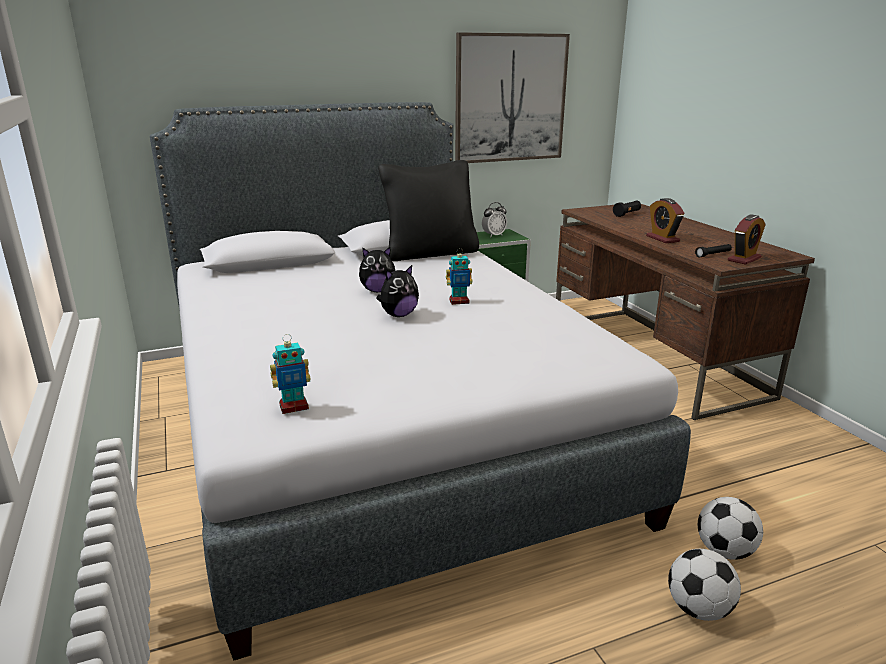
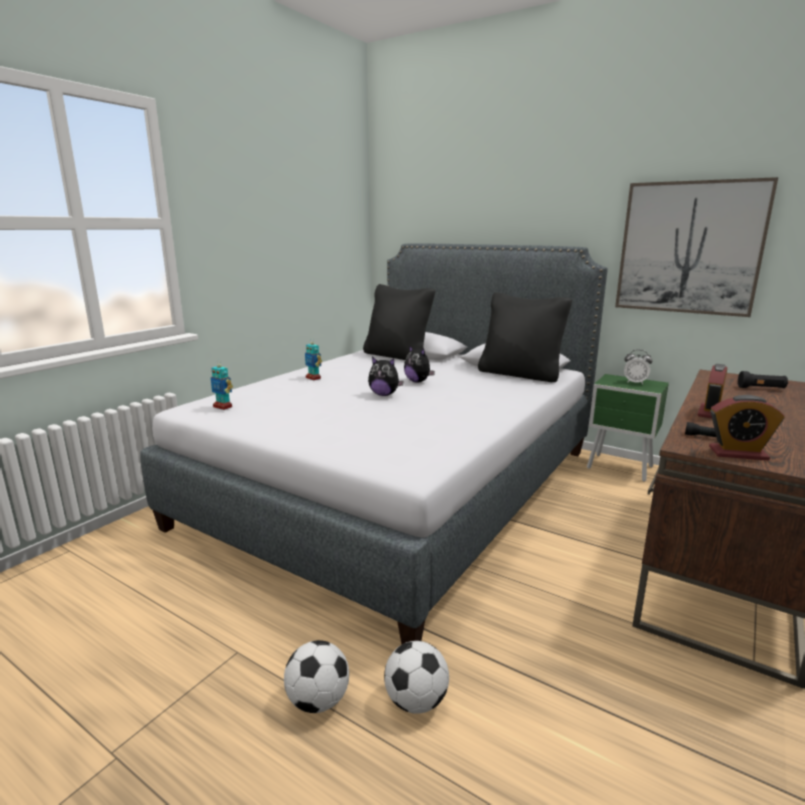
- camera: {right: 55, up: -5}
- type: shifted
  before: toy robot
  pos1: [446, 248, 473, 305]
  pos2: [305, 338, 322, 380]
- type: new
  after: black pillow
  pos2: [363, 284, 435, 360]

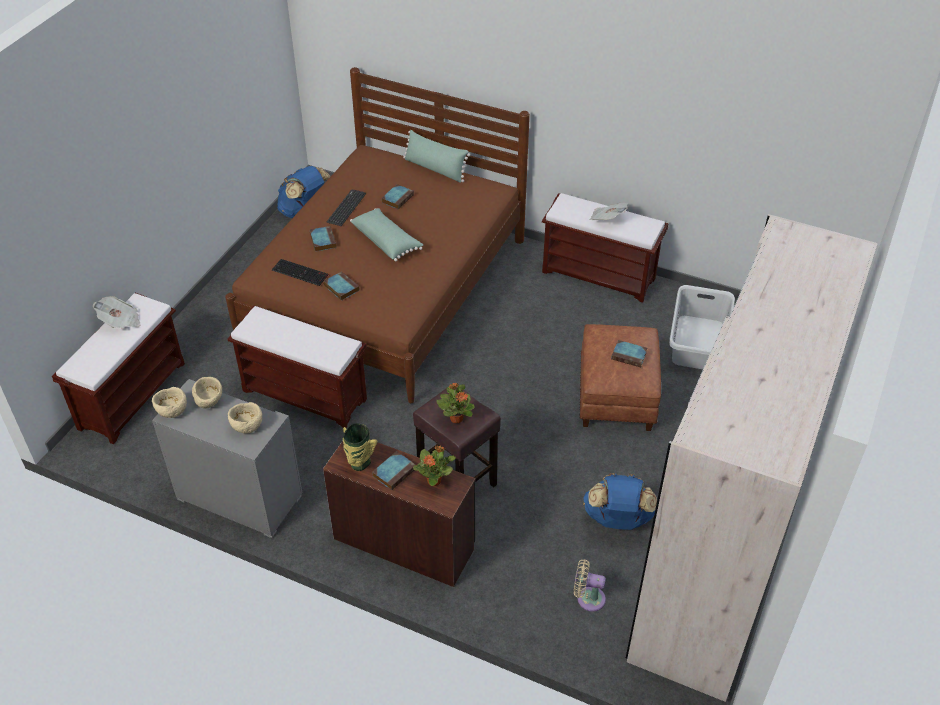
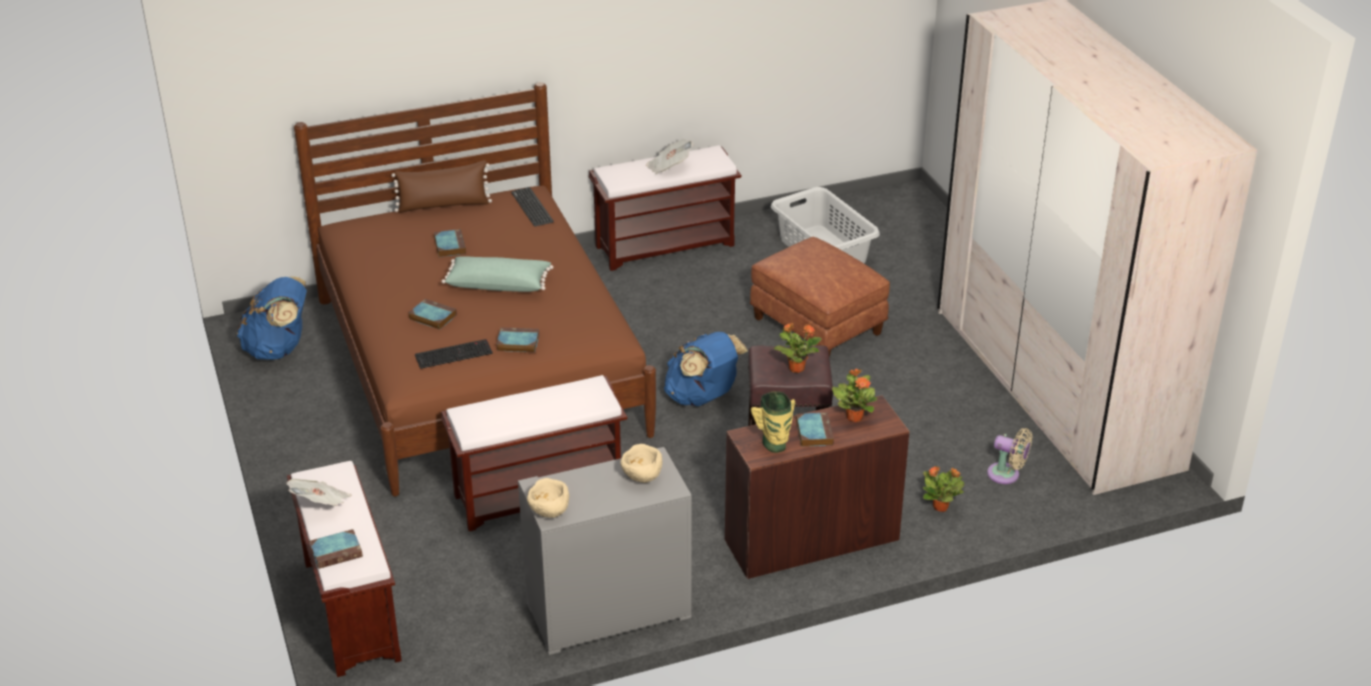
- camera: {right: -45, up: -10}
- type: shifted
  before: book
  pos1: [611, 340, 647, 367]
  pos2: [309, 529, 363, 569]
- type: repainted
  before: green pillow
  after: brown pillow
  pos1: [403, 130, 470, 183]
  pos2: [391, 160, 492, 213]
- type: shifted
  before: keyboard
  pos1: [327, 189, 366, 226]
  pos2: [511, 187, 554, 227]
- type: shifted
  before: blue backpack
  pos1: [583, 473, 657, 530]
  pos2: [664, 332, 748, 406]
- type: new
  after: potted plant
  pos2: [923, 466, 964, 512]
- type: rotated
  before: beige fan
  pos1: [574, 559, 606, 612]
  pos2: [987, 428, 1032, 484]
  turn: -120
- type: gone
  before: beige bowl
  pos1: [192, 377, 222, 408]

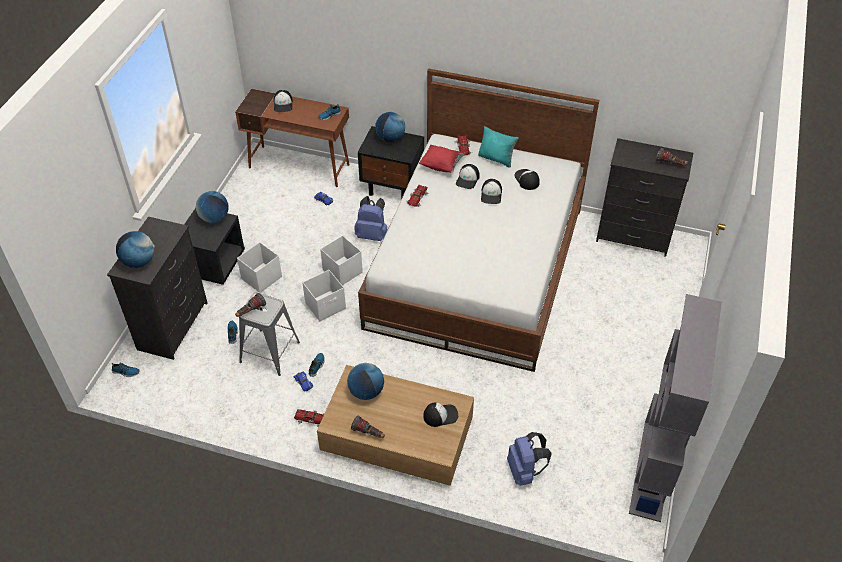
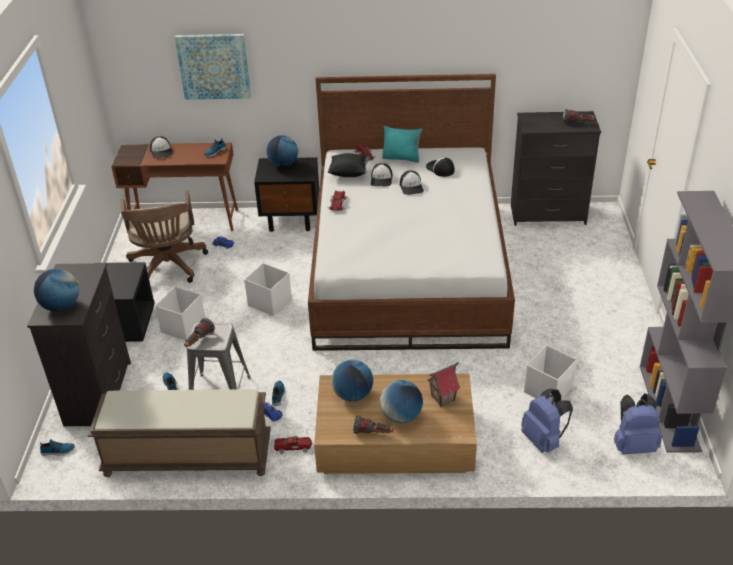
- camera: {right: -15, up: -10}
- type: new
  after: brown bench
  pos2: [88, 389, 271, 477]
- type: new
  after: brown office chair
  pos2: [120, 190, 208, 283]
- type: new
  after: picture
  pos2: [175, 34, 251, 100]
- type: repainted
  before: red pillow
  after: black pillow
  pos1: [419, 145, 465, 173]
  pos2: [328, 153, 371, 177]
- type: shifted
  before: globe
  pos1: [196, 191, 229, 223]
  pos2: [379, 380, 423, 423]
- type: swapped
  before: cap
  after: toy house
  pos1: [423, 402, 458, 427]
  pos2: [427, 362, 461, 407]
- type: shifted
  before: white storage box
  pos1: [302, 270, 346, 321]
  pos2: [524, 345, 577, 404]
- type: shifted
  before: blue backpack
  pos1: [354, 196, 387, 241]
  pos2: [614, 393, 662, 455]

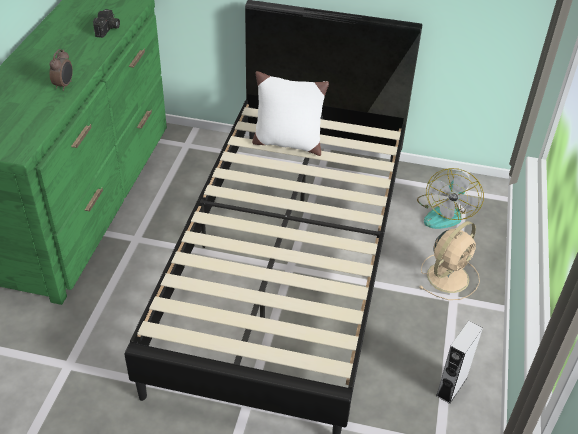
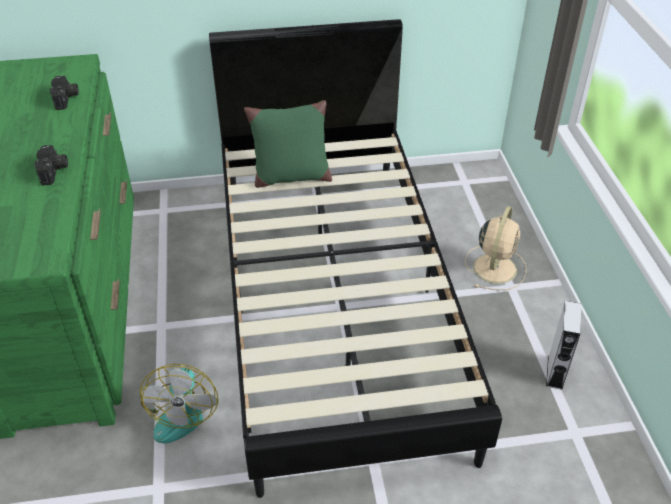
- camera: {right: -20, up: 0}
- type: swapped
  before: alarm clock
  after: photo camera
  pos1: [50, 49, 73, 91]
  pos2: [35, 145, 68, 186]
- type: shifted
  before: fan
  pos1: [417, 168, 484, 229]
  pos2: [140, 364, 218, 444]
- type: repainted
  before: white pillow
  after: green pillow
  pos1: [252, 71, 329, 156]
  pos2: [244, 100, 332, 188]

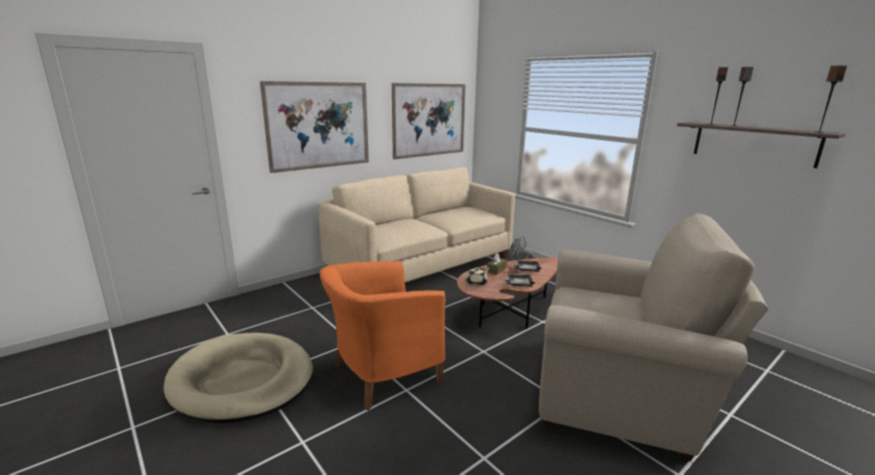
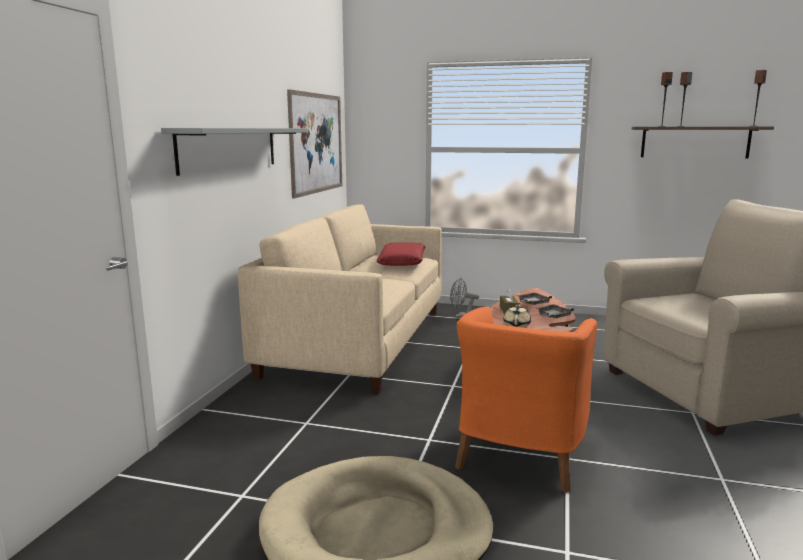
- camera: {right: -35, up: -5}
- type: swapped
  before: picture
  after: grey shelf
  pos1: [260, 81, 369, 173]
  pos2: [161, 128, 308, 176]
- type: new
  after: red pillow
  pos2: [377, 242, 426, 266]

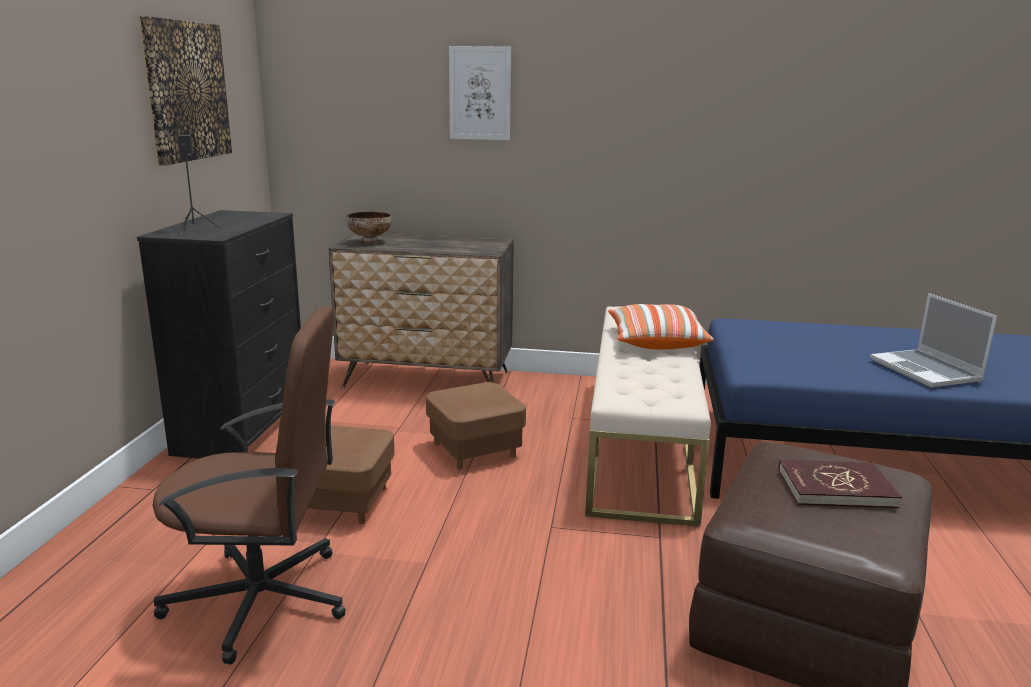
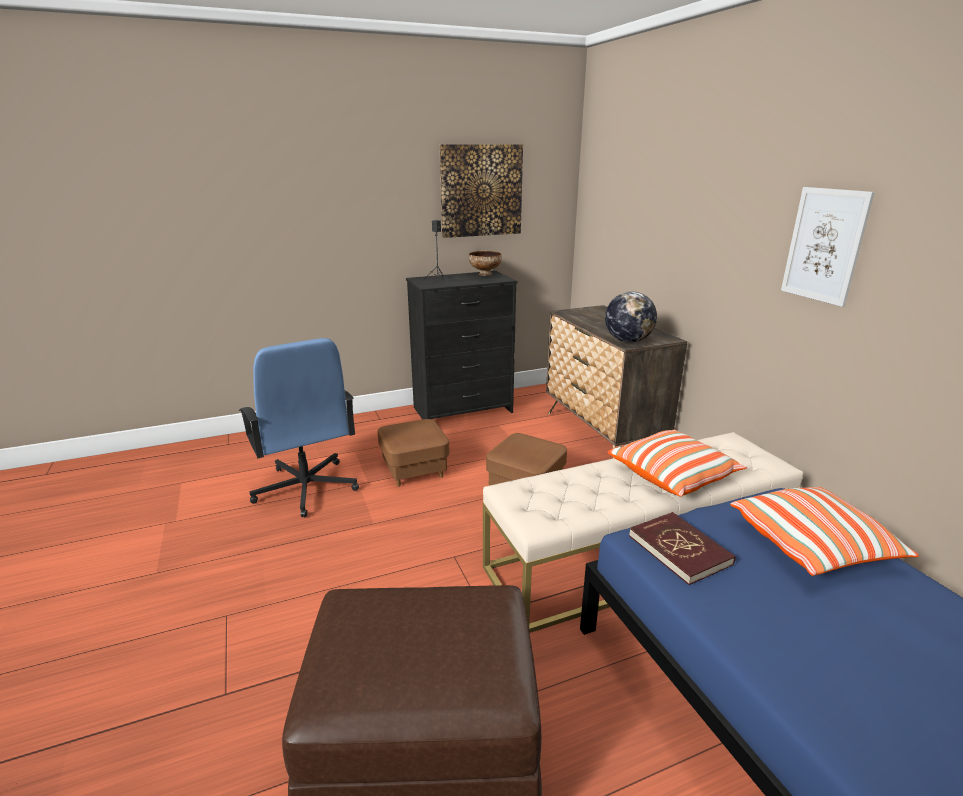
- camera: {right: 60, up: 5}
- type: repainted
  before: brown office chair
  after: blue office chair
  pos1: [152, 307, 346, 665]
  pos2: [239, 338, 359, 517]
- type: shifted
  before: bowl
  pos1: [346, 211, 392, 244]
  pos2: [469, 251, 502, 276]
- type: new
  after: globe
  pos2: [605, 291, 657, 343]
- type: shifted
  before: red book
  pos1: [778, 460, 902, 508]
  pos2: [629, 512, 735, 585]
- type: new
  after: pillow
  pos2: [730, 487, 919, 576]
- type: shifted
  before: picture
  pos1: [449, 46, 511, 140]
  pos2: [781, 187, 875, 307]
- type: gone
  before: laptop
  pos1: [870, 293, 997, 387]

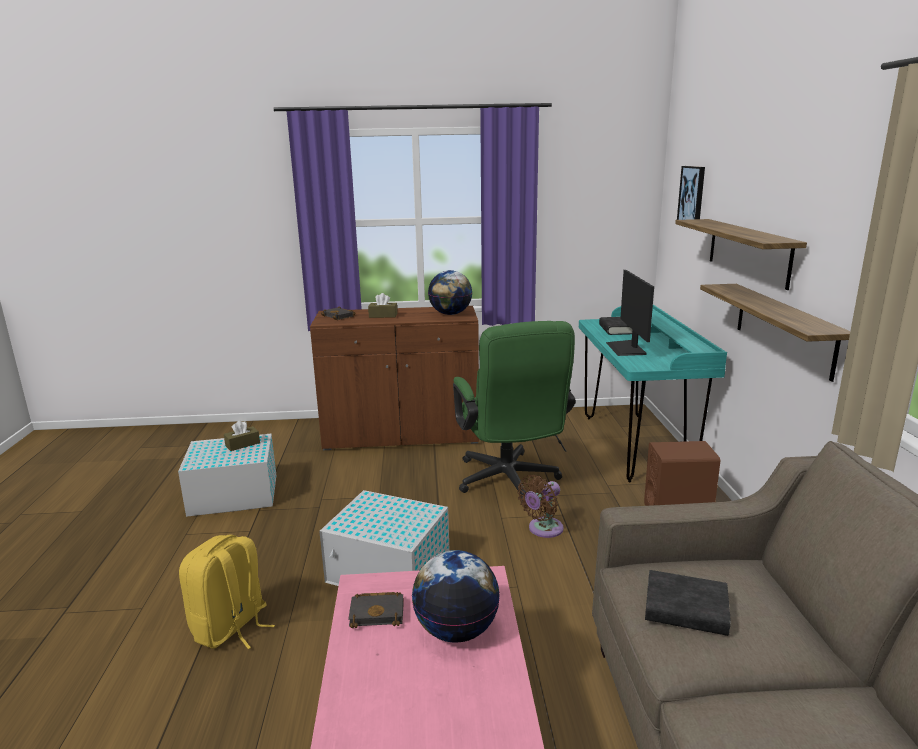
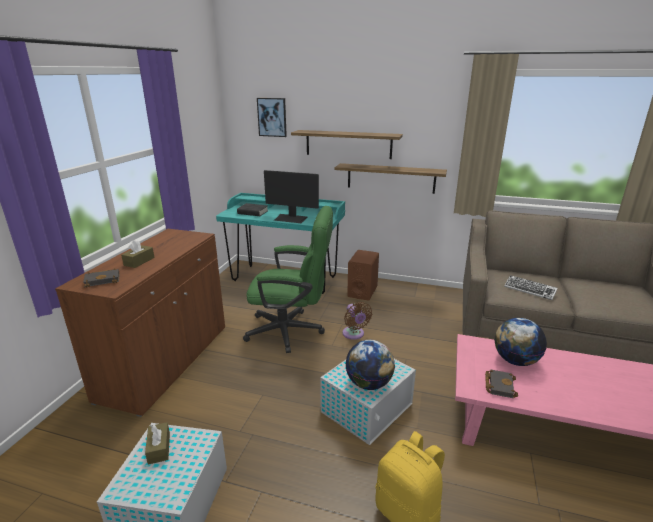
- camera: {right: -70, up: 5}
- type: shifted
  before: globe
  pos1: [428, 270, 473, 315]
  pos2: [345, 340, 395, 390]
- type: swapped
  before: black book
  after: keyboard
  pos1: [645, 570, 731, 636]
  pos2: [504, 275, 558, 300]

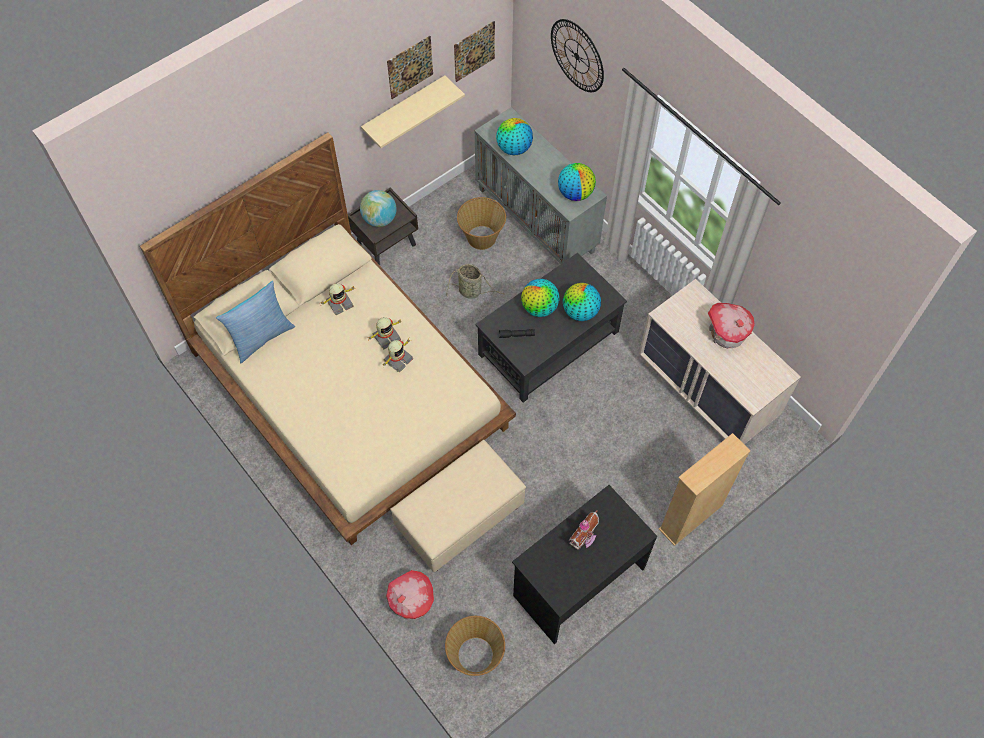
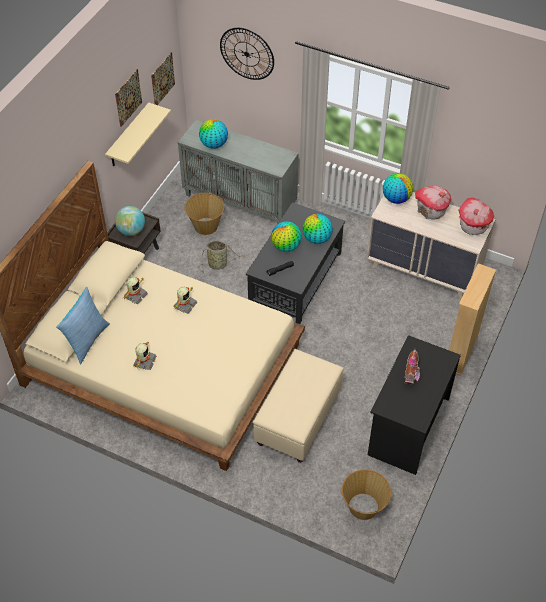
- camera: {right: -25, up: -10}
- type: shifted
  before: toy robot
  pos1: [383, 339, 413, 372]
  pos2: [133, 340, 157, 370]
- type: shifted
  before: globe
  pos1: [558, 163, 596, 201]
  pos2: [383, 173, 413, 204]
- type: shifted
  before: toy house
  pos1: [386, 570, 434, 620]
  pos2: [458, 198, 494, 235]

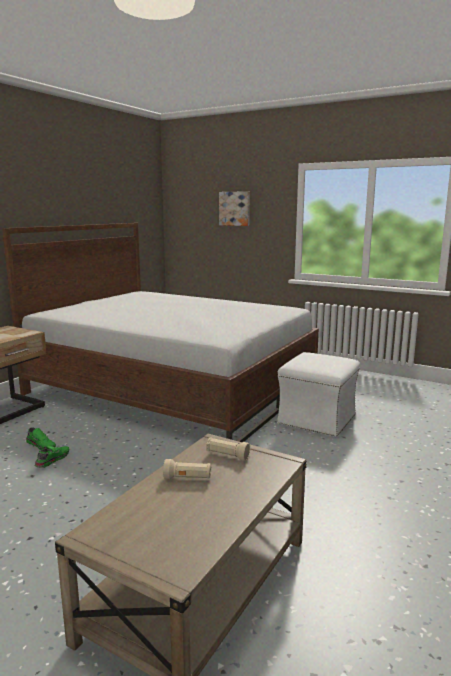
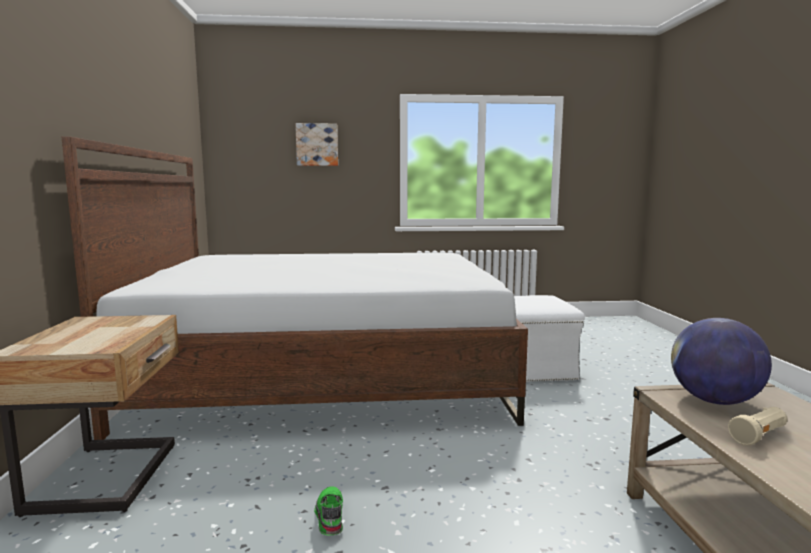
- camera: {right: -35, up: -5}
- type: swapped
  before: beige flashlight
  after: globe
  pos1: [206, 437, 250, 461]
  pos2: [671, 318, 772, 405]
- type: gone
  before: green shoe
  pos1: [26, 427, 56, 450]

